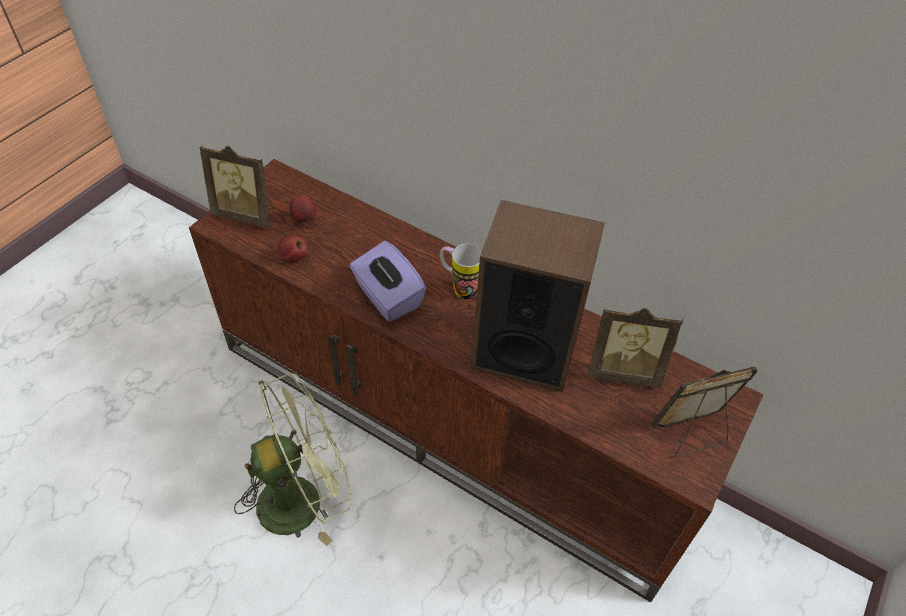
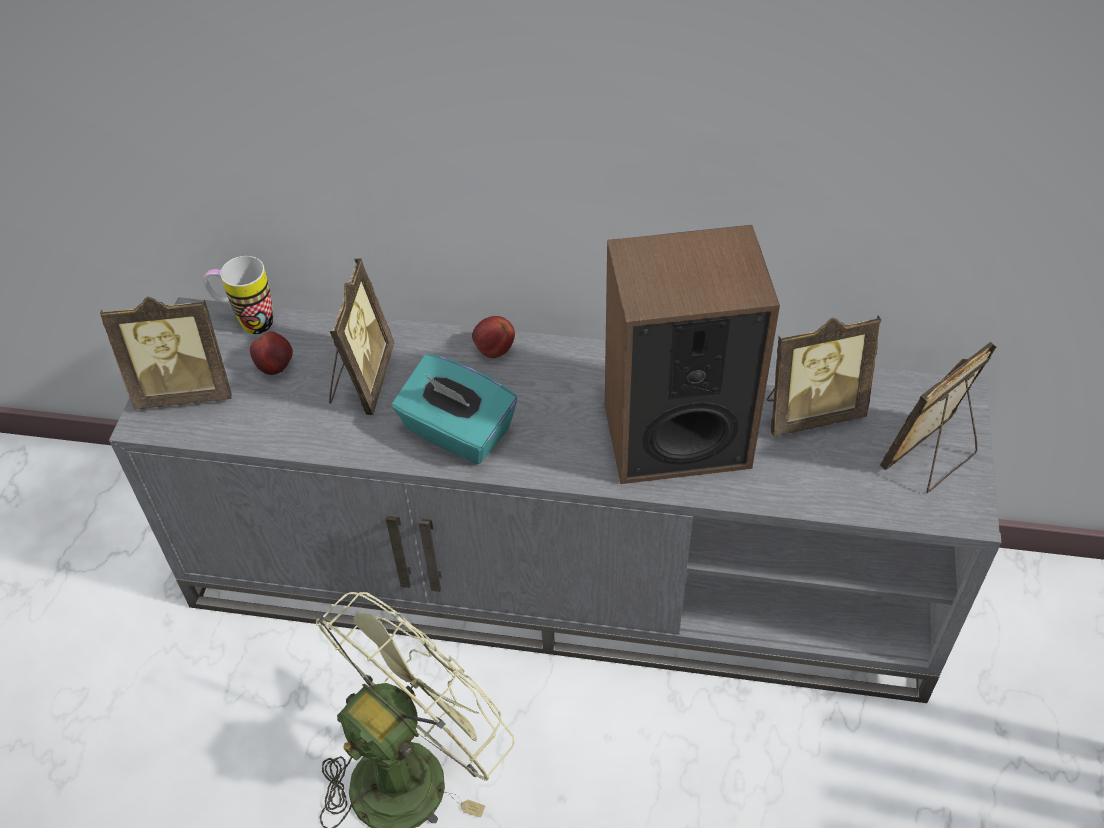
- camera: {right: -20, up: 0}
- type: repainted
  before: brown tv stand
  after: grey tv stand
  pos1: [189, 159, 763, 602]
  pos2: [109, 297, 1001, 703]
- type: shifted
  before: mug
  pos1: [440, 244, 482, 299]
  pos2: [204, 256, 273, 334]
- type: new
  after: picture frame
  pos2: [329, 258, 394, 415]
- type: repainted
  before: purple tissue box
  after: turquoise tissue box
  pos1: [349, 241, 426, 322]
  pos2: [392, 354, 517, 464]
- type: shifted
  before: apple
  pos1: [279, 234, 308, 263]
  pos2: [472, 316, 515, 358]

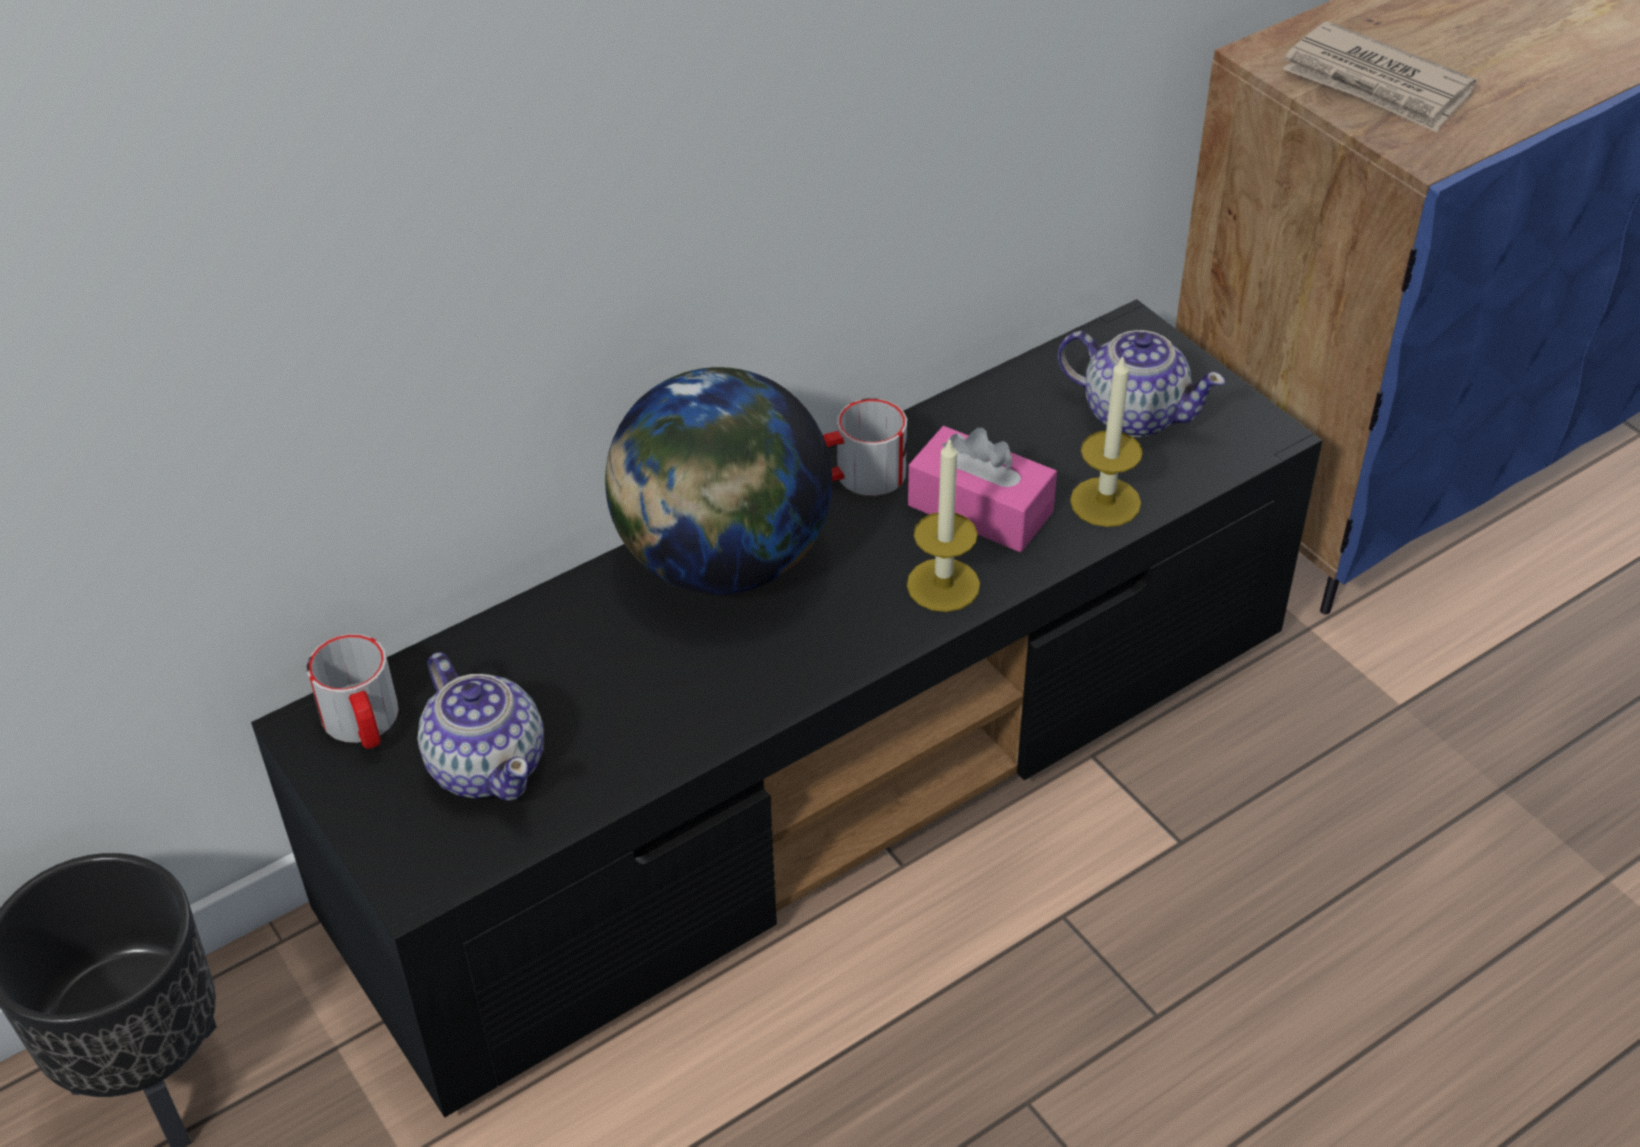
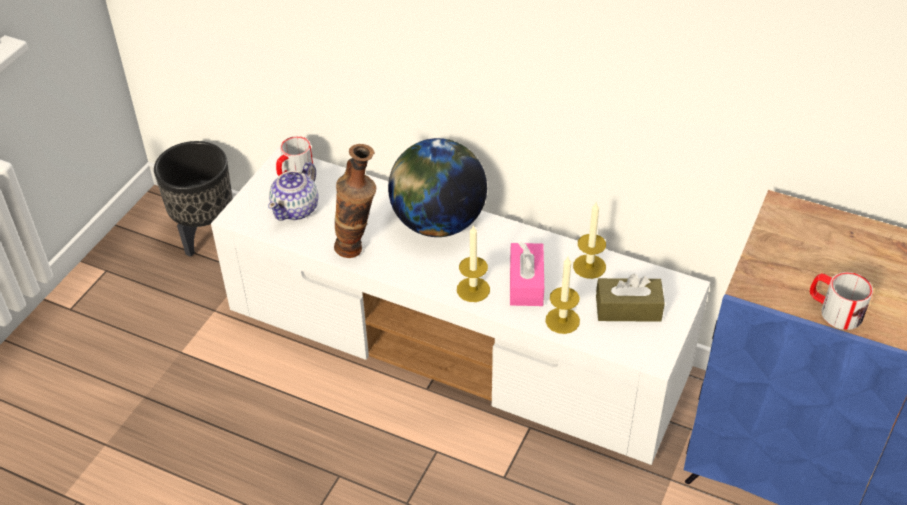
- camera: {right: 60, up: 0}
- type: repainted
  before: black tv stand
  after: white tv stand
  pos1: [251, 299, 1322, 1118]
  pos2: [211, 147, 710, 465]
- type: new
  after: vase
  pos2: [334, 144, 376, 258]
- type: new
  after: candle
  pos2: [573, 203, 606, 279]
- type: swapped
  before: teapot
  after: brown tissue box
  pos1: [1058, 330, 1225, 437]
  pos2: [596, 274, 665, 322]
- type: shifted
  before: mug
  pos1: [823, 398, 907, 496]
  pos2: [810, 272, 873, 330]
- type: gone
  before: newspaper
  pos1: [1283, 21, 1477, 132]

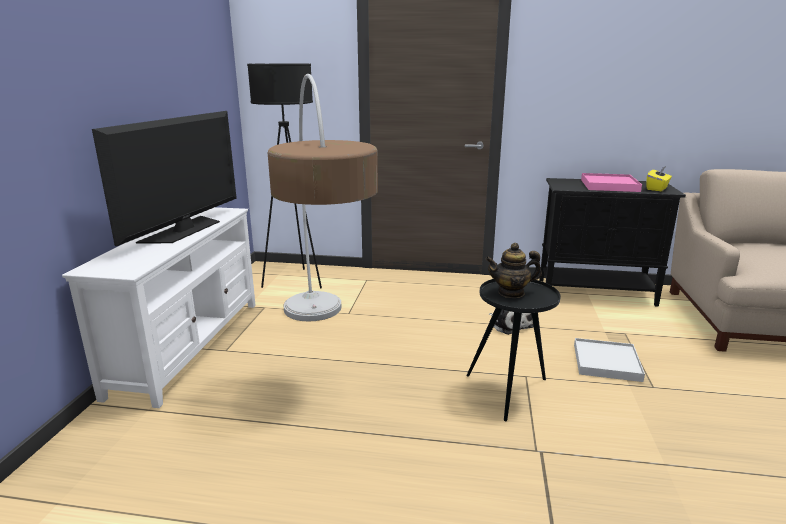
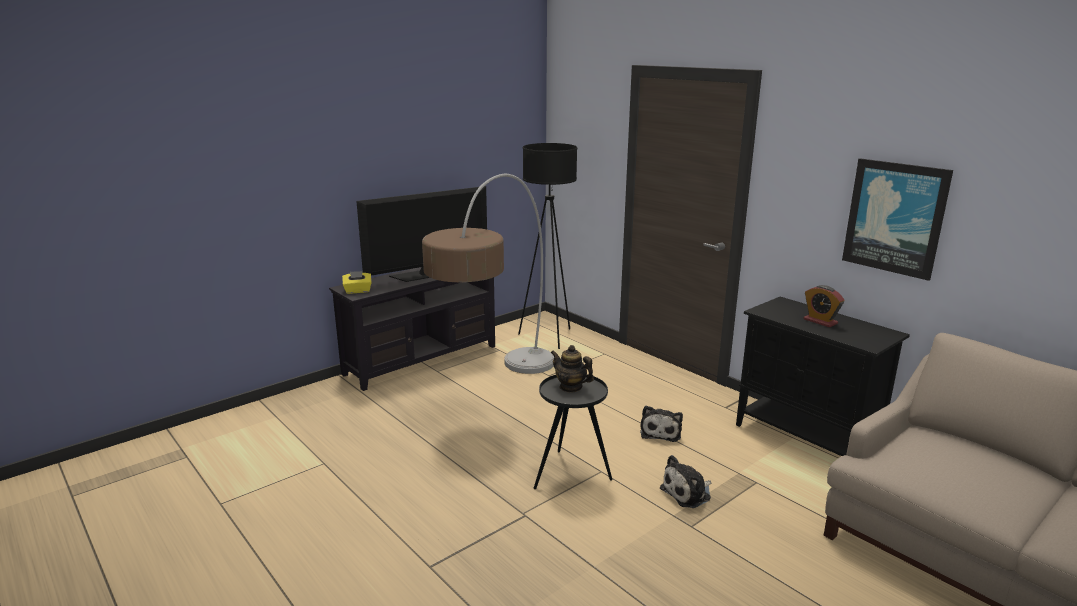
- camera: {right: 40, up: 0}
- type: repainted
  before: white tv stand
  after: black tv stand
  pos1: [62, 207, 256, 408]
  pos2: [329, 267, 495, 391]
- type: shifted
  before: yellow tissue box
  pos1: [646, 166, 672, 191]
  pos2: [342, 271, 372, 294]
- type: swapped
  before: white tray
  after: plush toy
  pos1: [574, 338, 645, 382]
  pos2: [660, 455, 711, 508]
- type: swapped
  before: pink tray
  after: alarm clock
  pos1: [581, 173, 642, 192]
  pos2: [803, 285, 845, 328]
- type: new
  after: picture
  pos2: [842, 158, 953, 281]

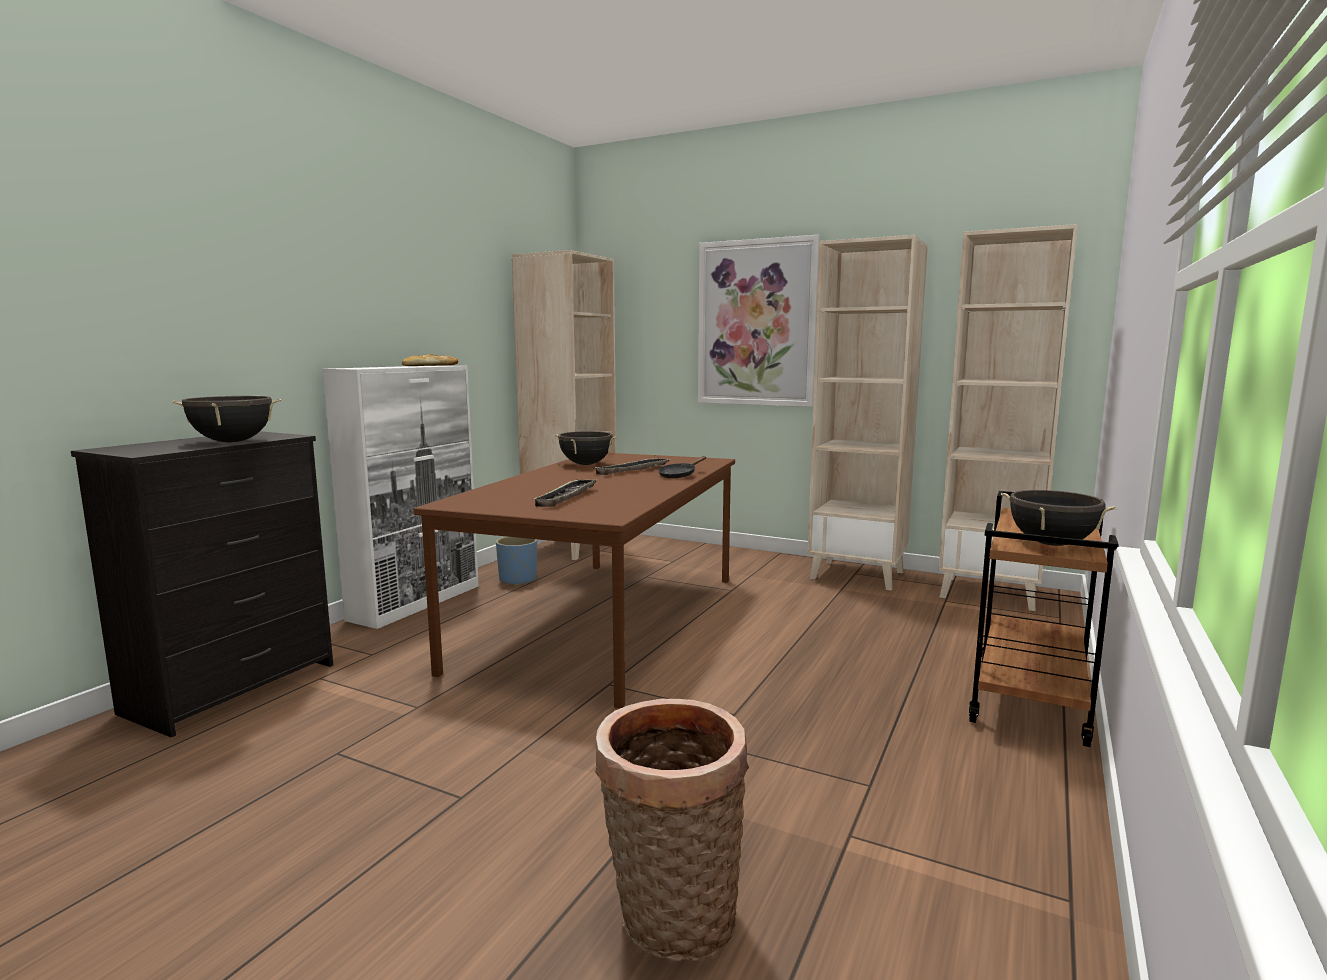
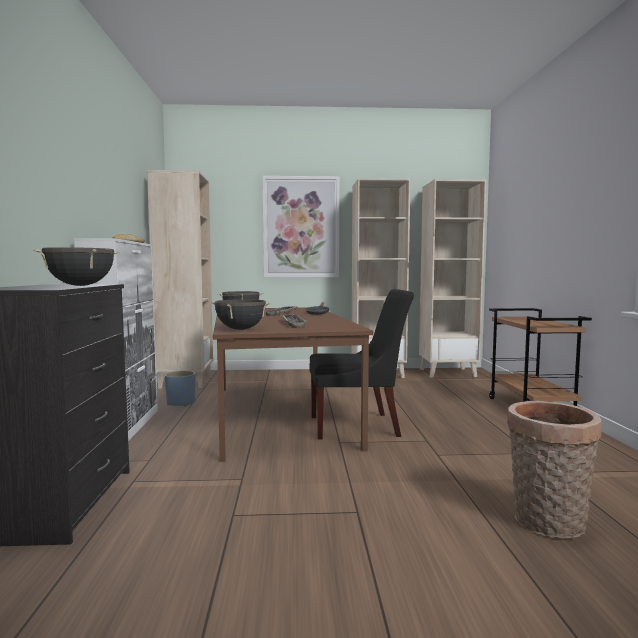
- camera: {right: -30, up: -5}
- type: shifted
  before: black cooking pot
  pos1: [1001, 490, 1117, 546]
  pos2: [211, 299, 271, 330]
- type: new
  after: black chair
  pos2: [310, 289, 414, 440]

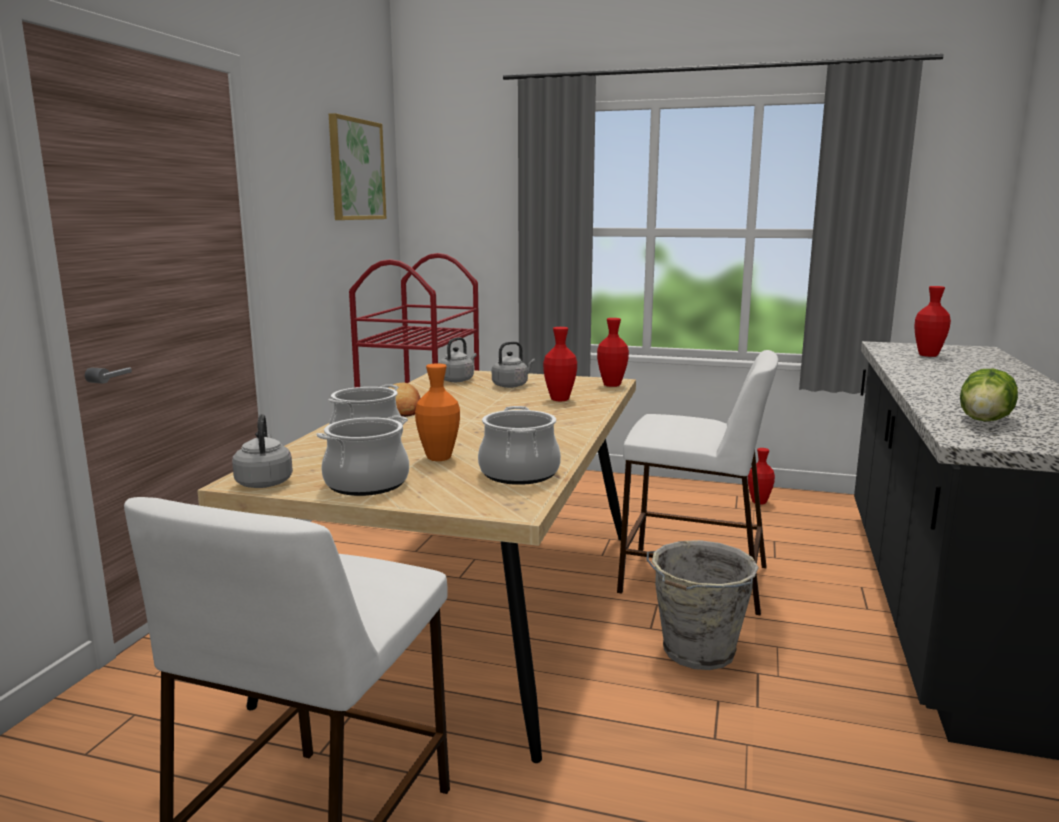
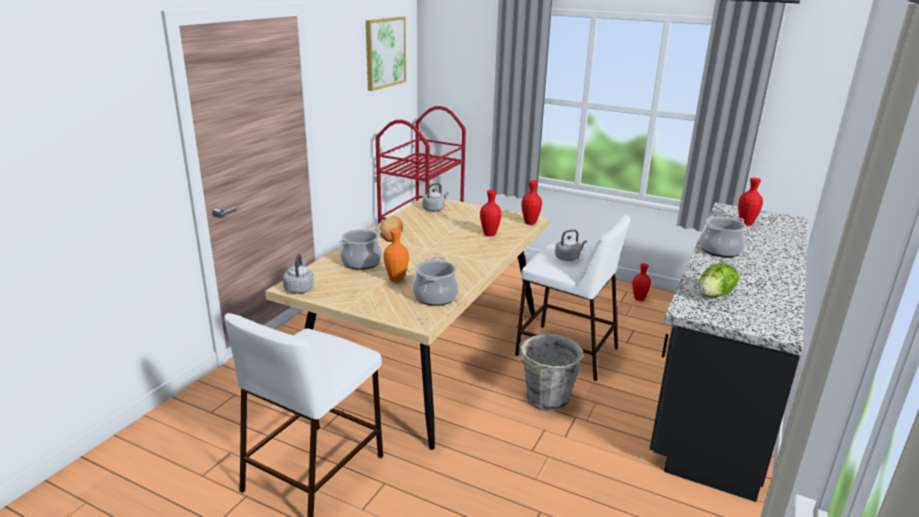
- camera: {right: 10, up: 10}
- type: shifted
  before: grey kettle
  pos1: [492, 341, 535, 388]
  pos2: [555, 229, 587, 261]
- type: shifted
  before: cooking pot
  pos1: [316, 415, 409, 496]
  pos2: [699, 217, 746, 257]

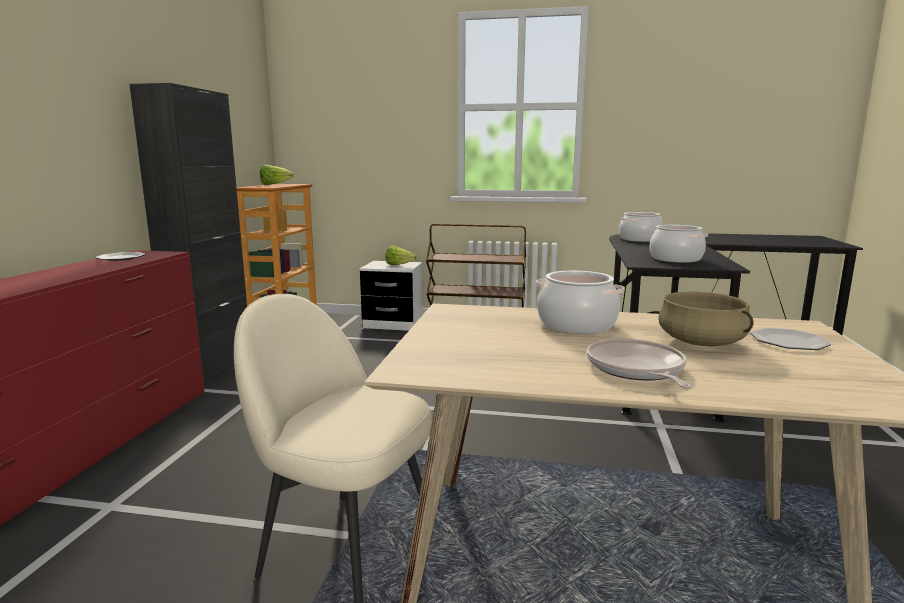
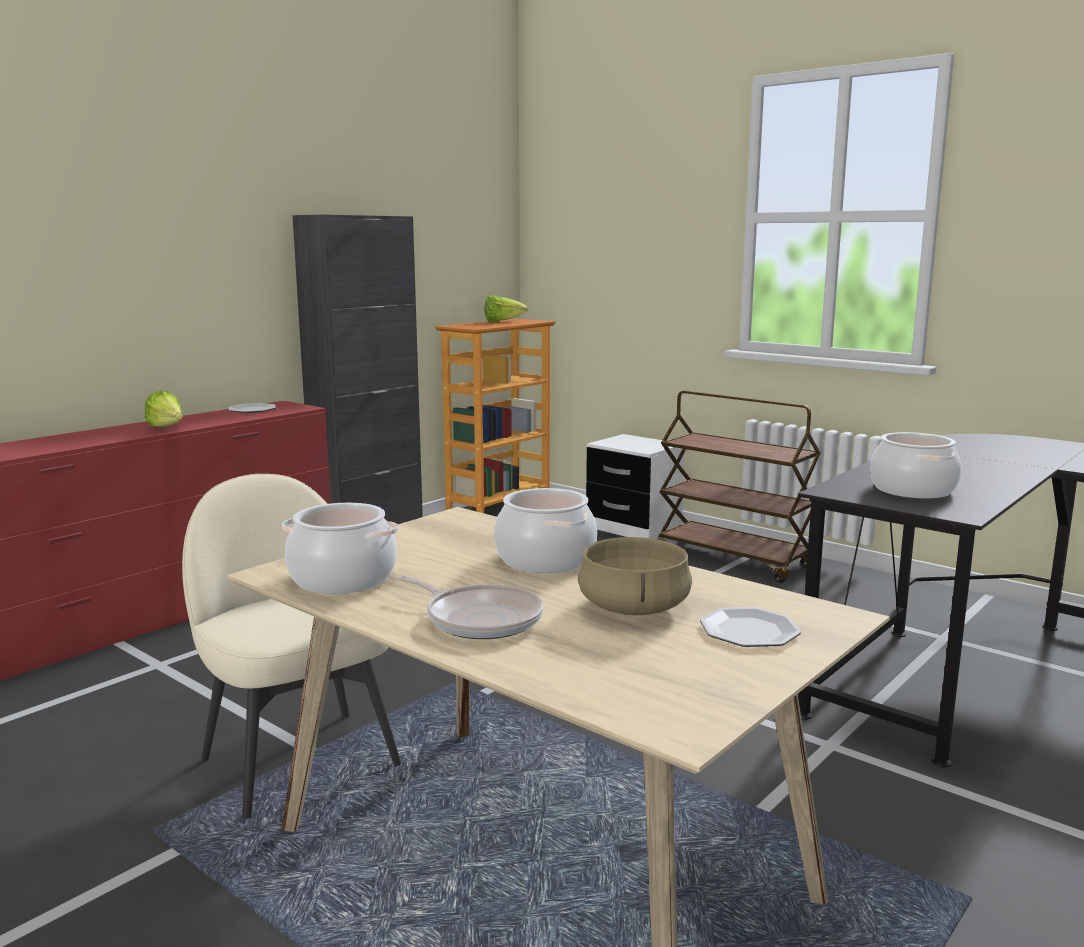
- camera: {right: 30, up: 0}
- type: shifted
  before: lettuce
  pos1: [385, 246, 417, 265]
  pos2: [145, 390, 183, 428]
- type: shifted
  before: cooking pot
  pos1: [619, 212, 663, 242]
  pos2: [282, 503, 398, 594]
- type: rotated
  before: frying pan
  pos1: [587, 339, 692, 389]
  pos2: [399, 576, 543, 639]
  turn: 105

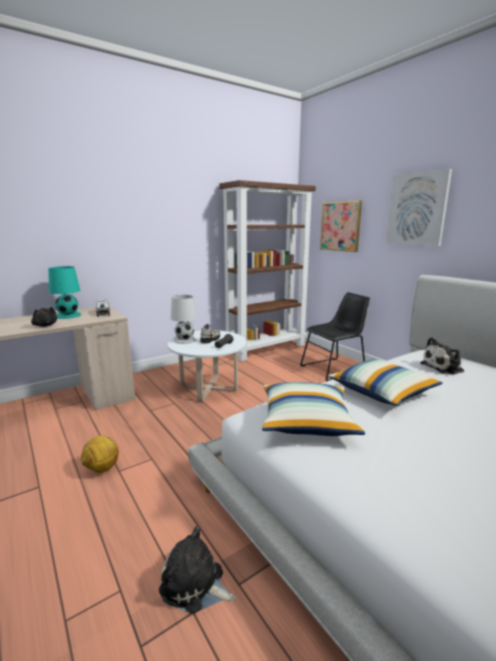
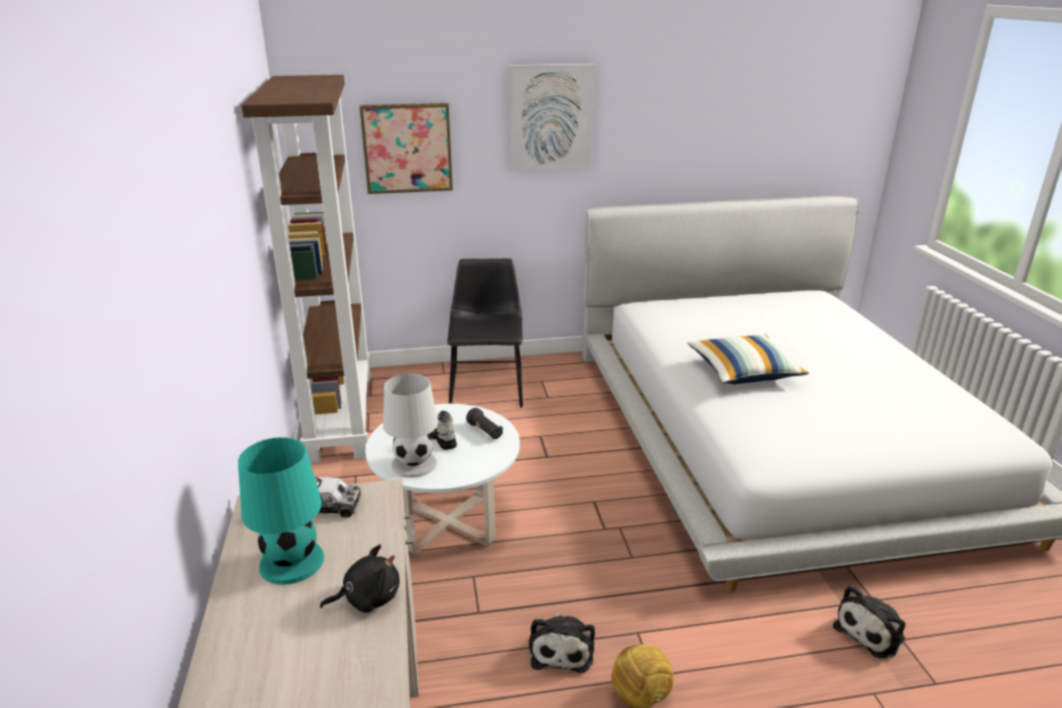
- camera: {right: -65, up: 10}
- type: shifted
  before: plush toy
  pos1: [420, 337, 464, 375]
  pos2: [529, 613, 595, 673]
- type: gone
  before: pillow
  pos1: [262, 382, 365, 436]

